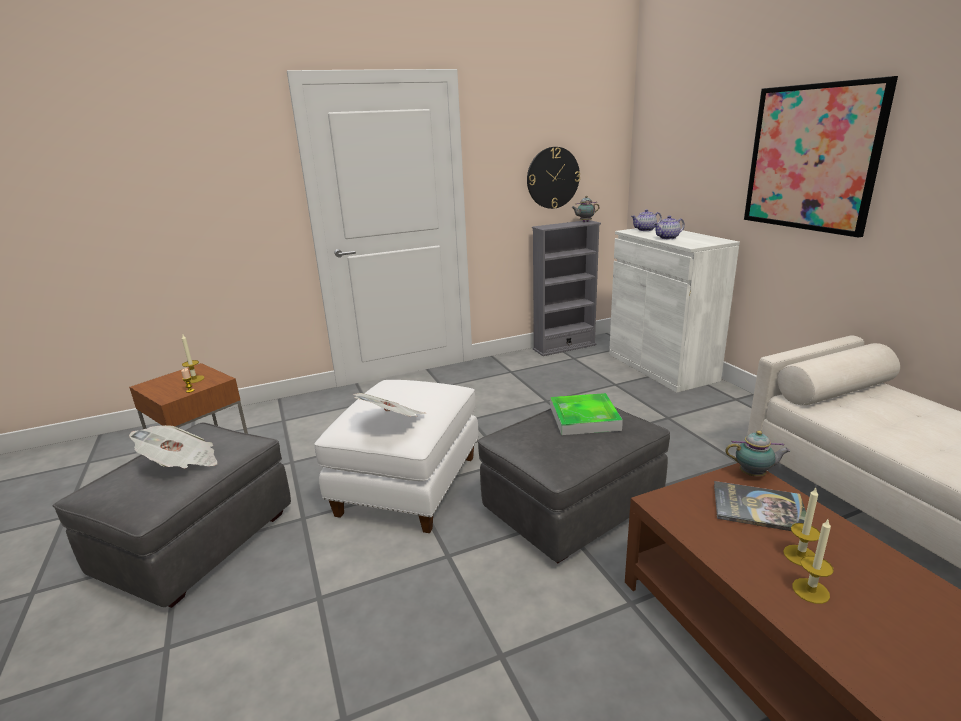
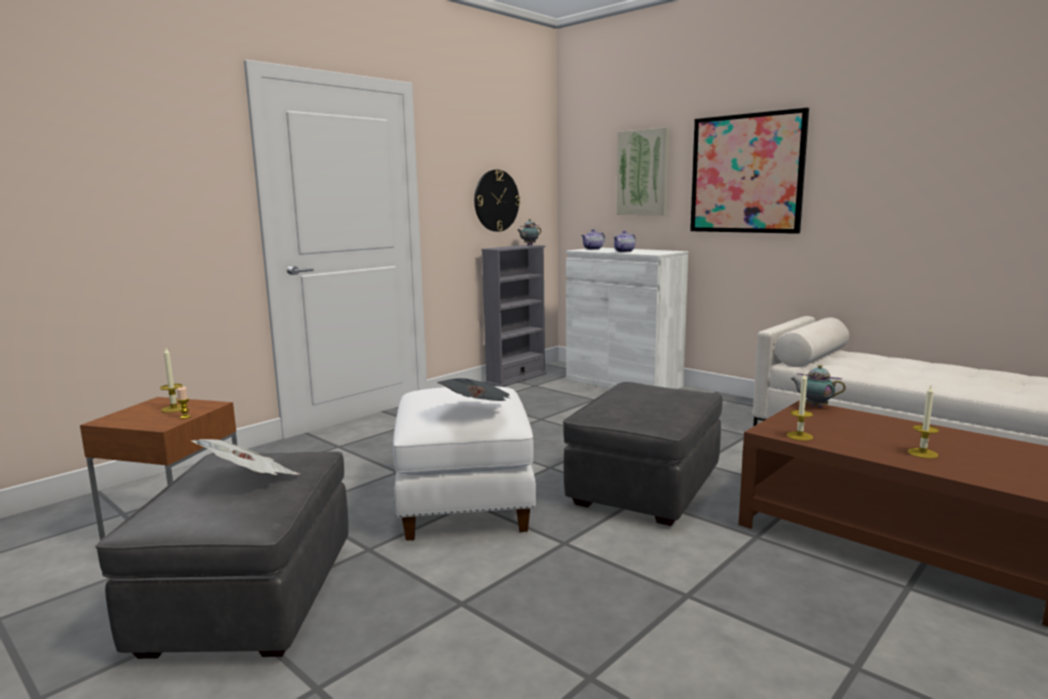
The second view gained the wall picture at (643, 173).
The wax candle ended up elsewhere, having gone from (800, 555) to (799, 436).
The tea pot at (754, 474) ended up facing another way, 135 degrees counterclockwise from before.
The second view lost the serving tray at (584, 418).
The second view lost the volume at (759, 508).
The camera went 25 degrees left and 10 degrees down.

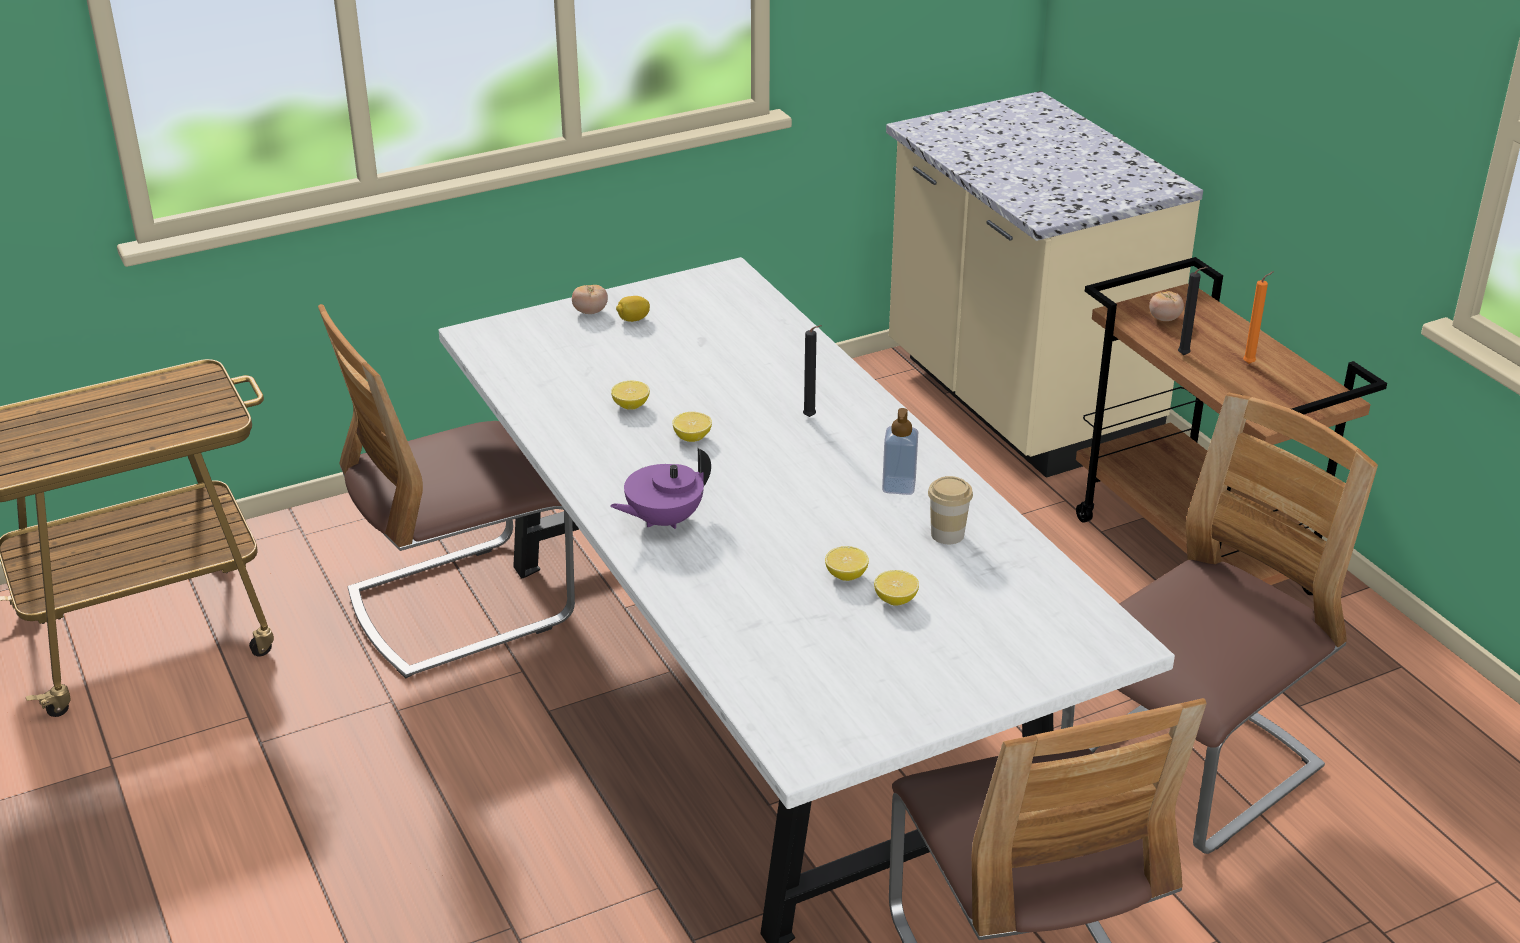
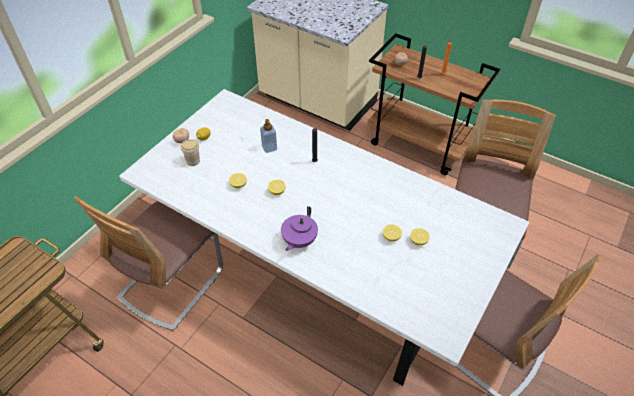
The cup ended up elsewhere, having gone from (947, 534) to (193, 161).
The soap bottle ended up elsewhere, having gone from (898, 486) to (269, 148).
The camera went 30 degrees left and 15 degrees up.

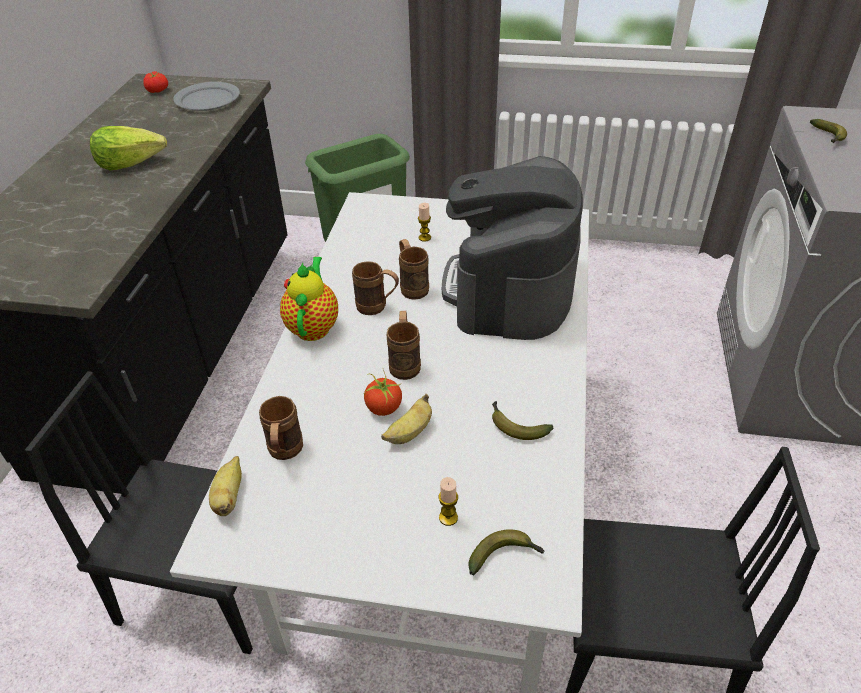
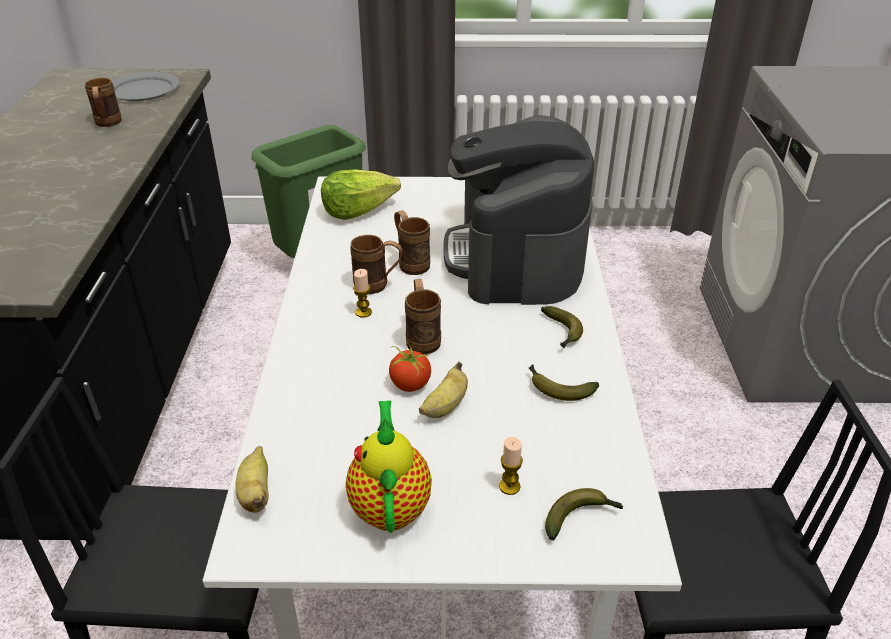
The brownish mug ended up elsewhere, having gone from (284, 454) to (107, 124).
The head of lettuce ended up elsewhere, having gone from (131, 163) to (358, 210).
The tea pot ended up elsewhere, having gone from (313, 326) to (390, 504).
The wax candle ended up elsewhere, having gone from (424, 238) to (363, 312).
The whole banana ended up elsewhere, having gone from (827, 137) to (562, 333).
The second view lost the fresh tomato at (158, 90).
The camera went 10 degrees left and 5 degrees down.

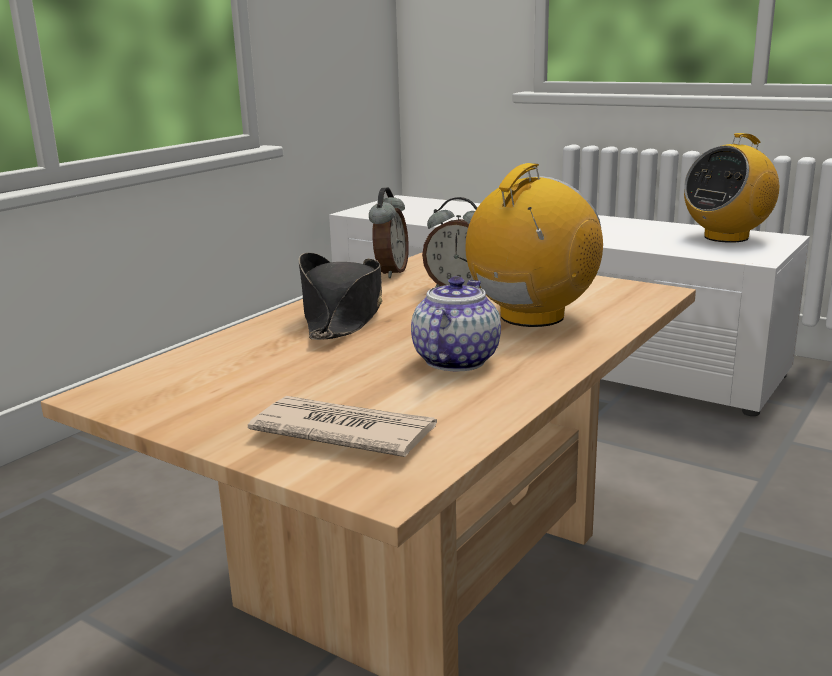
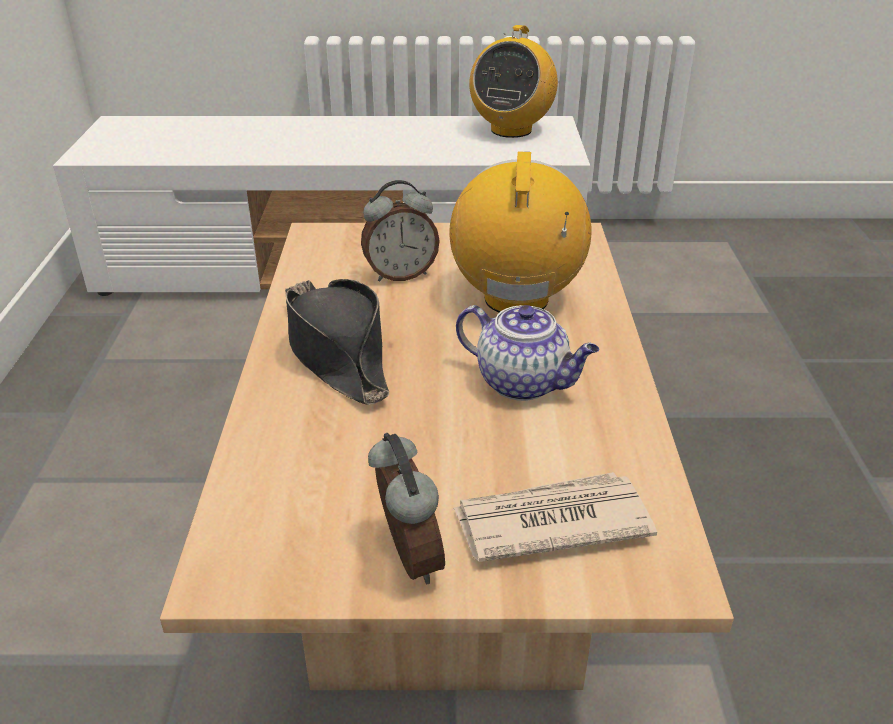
The alarm clock ended up elsewhere, having gone from (390, 272) to (406, 559).
The tea pot at (455, 360) ended up facing another way, 135 degrees clockwise from before.
The camera went 35 degrees left and 15 degrees up.

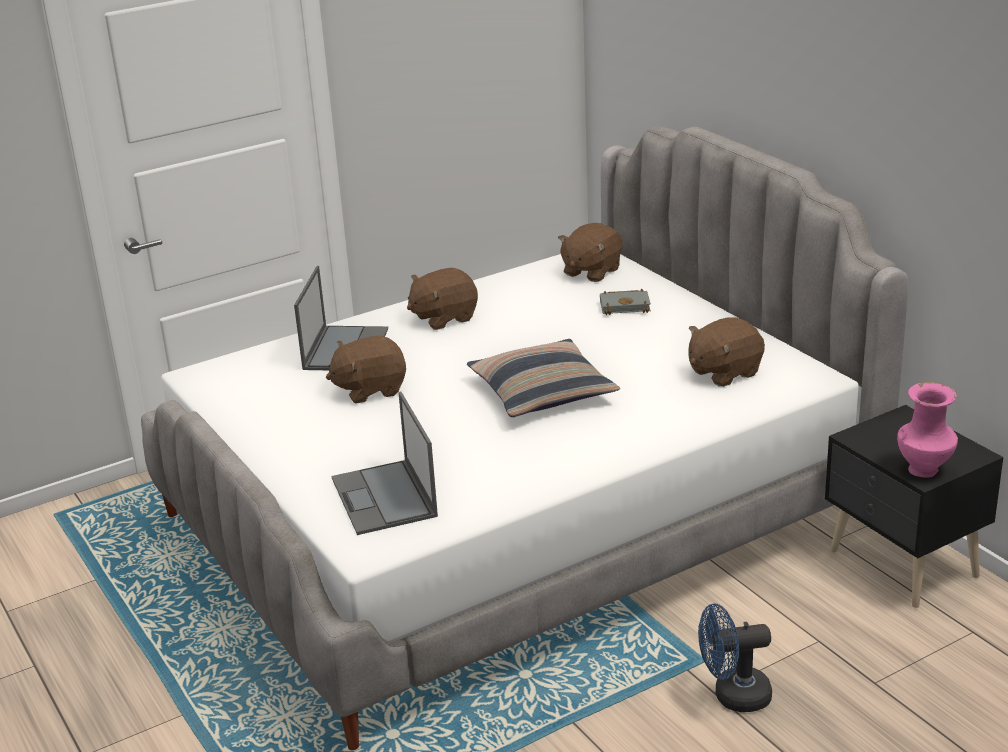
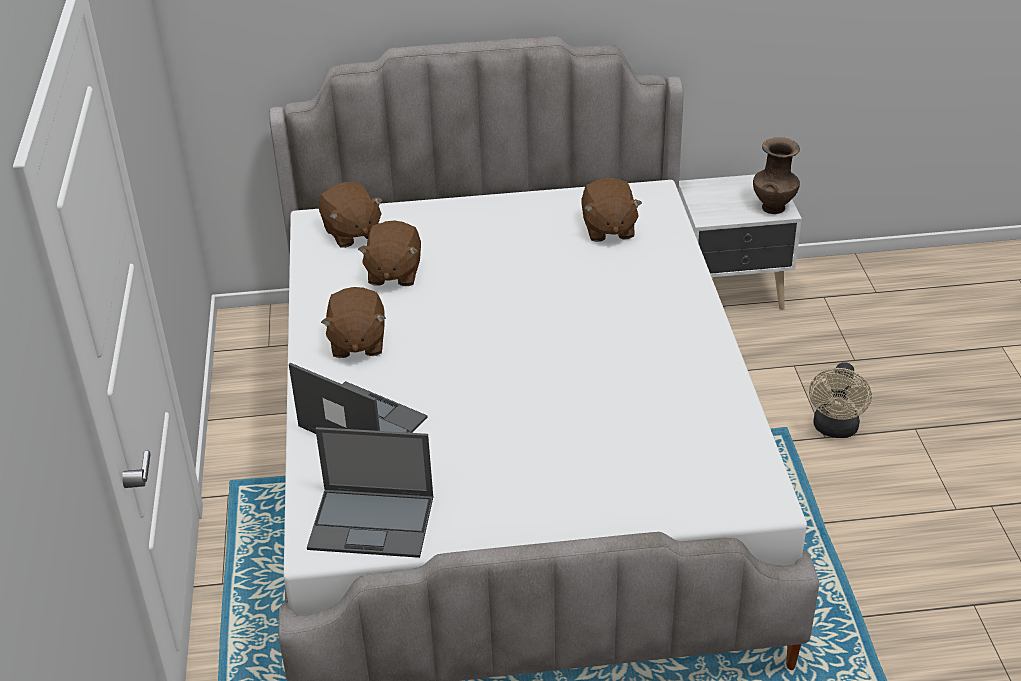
The laptop ended up elsewhere, having gone from (384, 498) to (373, 522).
The brownish plush toy ended up elsewhere, having gone from (370, 389) to (393, 273).
What was the black night table at (902, 566) turned into the white-coloured night table at (731, 294).
What was the pink-coloured decorative vase at (924, 470) turned into the brownish decorative vase at (773, 207).
What was the bluish electric fan at (733, 696) turned into the sand-coloured electric fan at (835, 429).
The second view lost the cushion at (542, 392).
The second view lost the gray volume at (626, 306).
The camera went 65 degrees left and 10 degrees up.

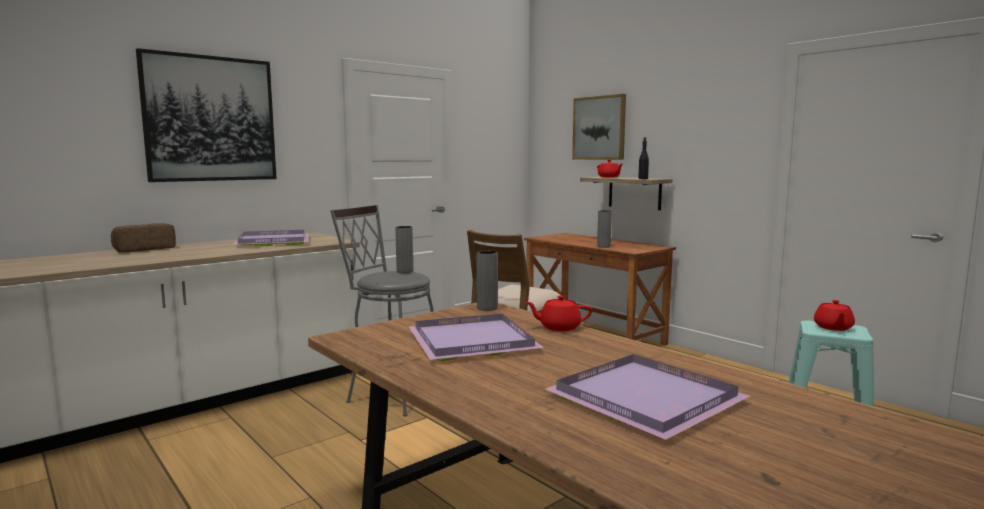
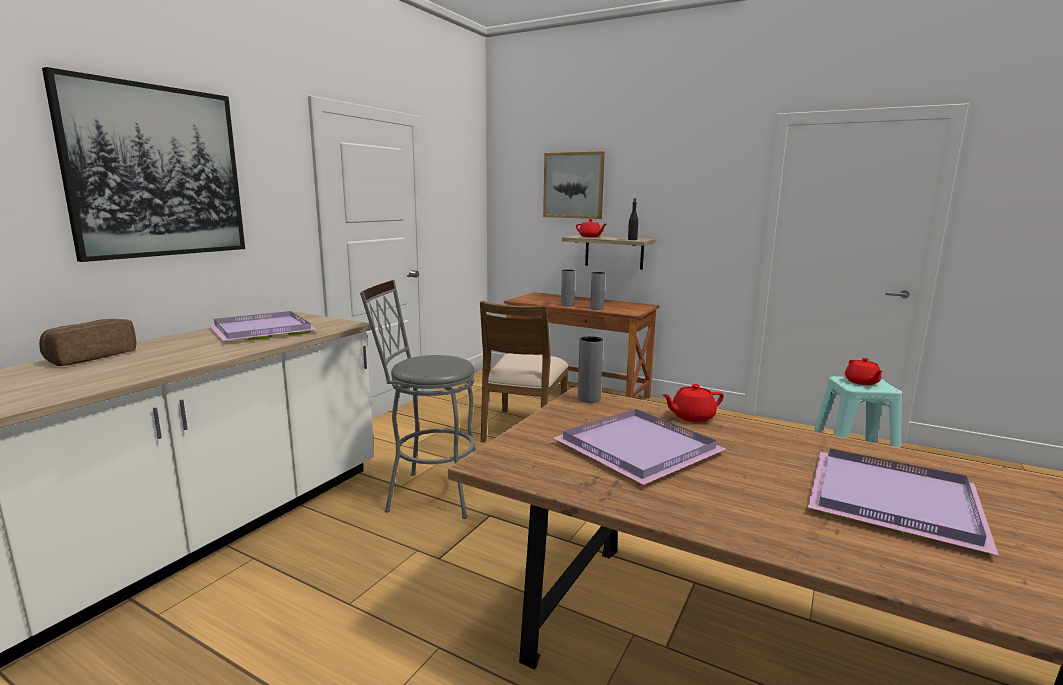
The gray decorative vase ended up elsewhere, having gone from (405, 271) to (567, 305).
The camera went 20 degrees left and 5 degrees up.

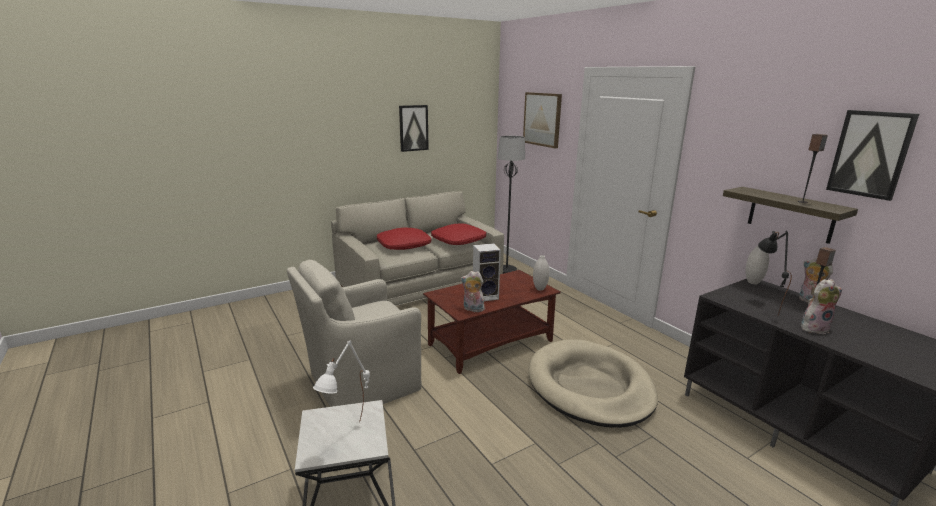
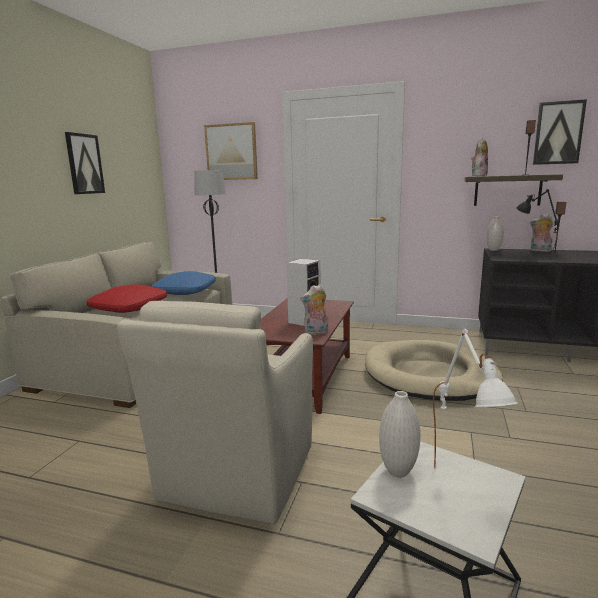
What was the red cushion at (458, 240) turned into the bluish cushion at (185, 291).
The white-coloured decorative vase ended up elsewhere, having gone from (540, 289) to (398, 471).
The plush toy ended up elsewhere, having gone from (814, 328) to (478, 176).
The camera went 40 degrees left and 5 degrees down.

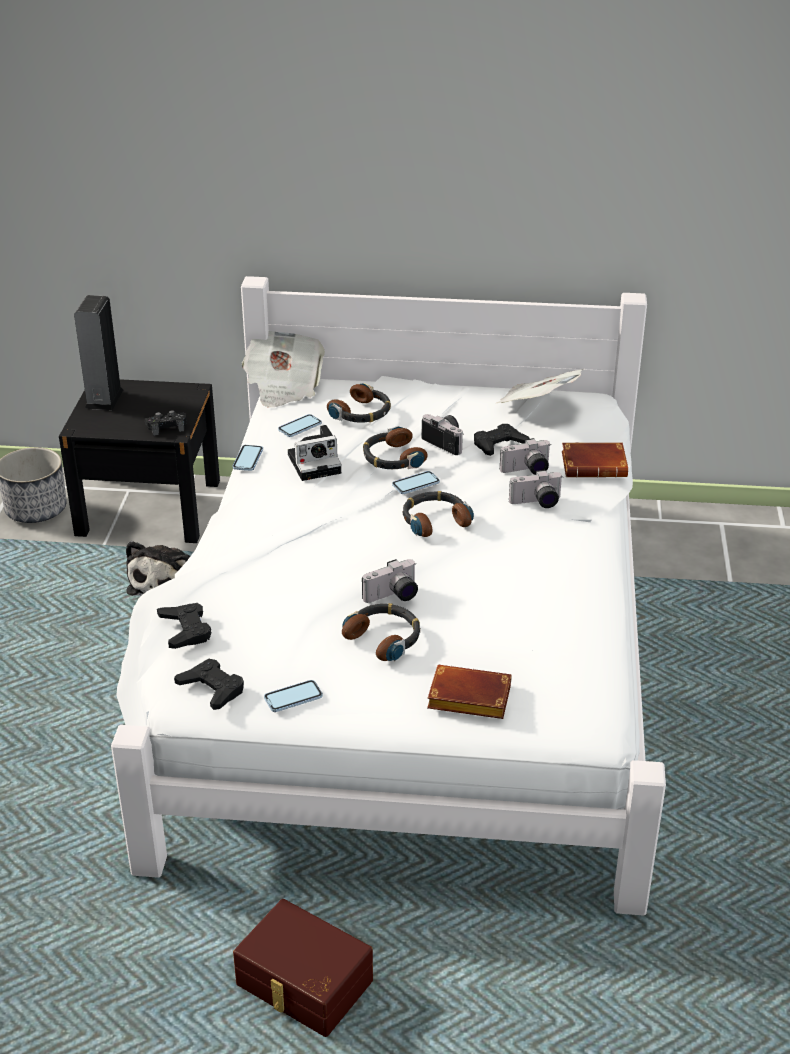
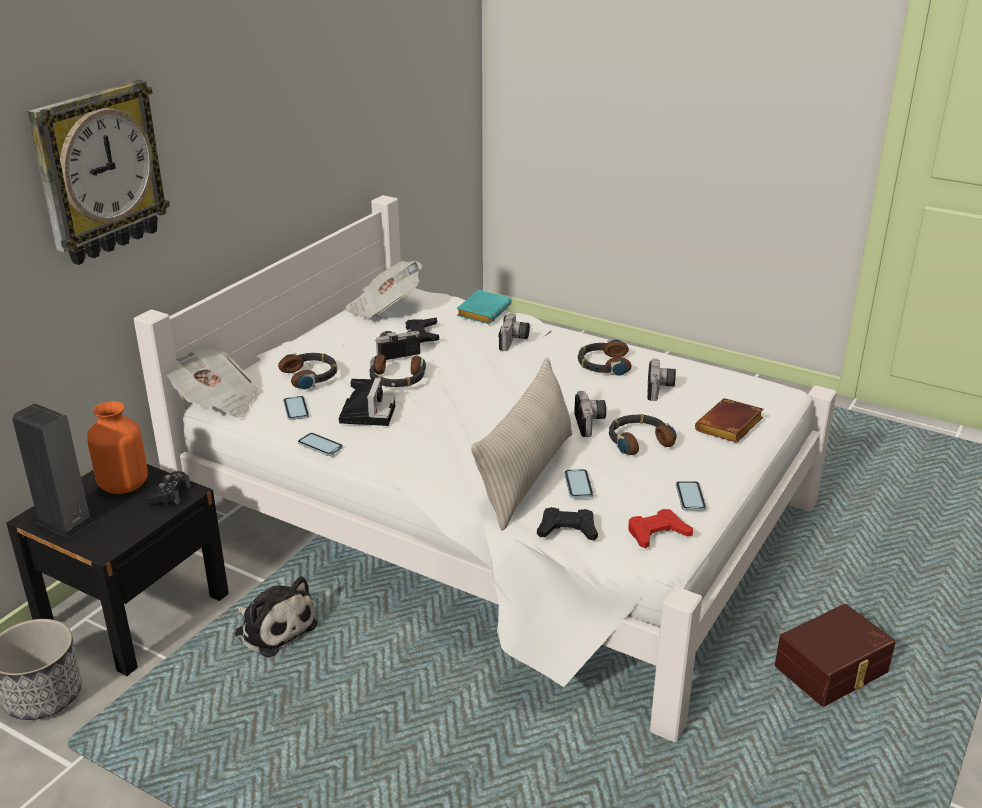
The second view gained the wall clock at (98, 172).
The second view gained the orange-coloured decorative vase at (124, 485).
What was the brownish volume at (595, 465) turned into the turquoise volume at (483, 311).
The second view gained the sand-coloured cushion at (526, 476).
The phone ended up elsewhere, having gone from (415, 484) to (578, 485).
The headphones ended up elsewhere, having gone from (435, 520) to (603, 365).
What was the black joypad at (212, 689) turned into the red joypad at (657, 533).
The photo camera ended up elsewhere, having gone from (527, 471) to (660, 389).
The camera went 65 degrees left and 5 degrees down.

